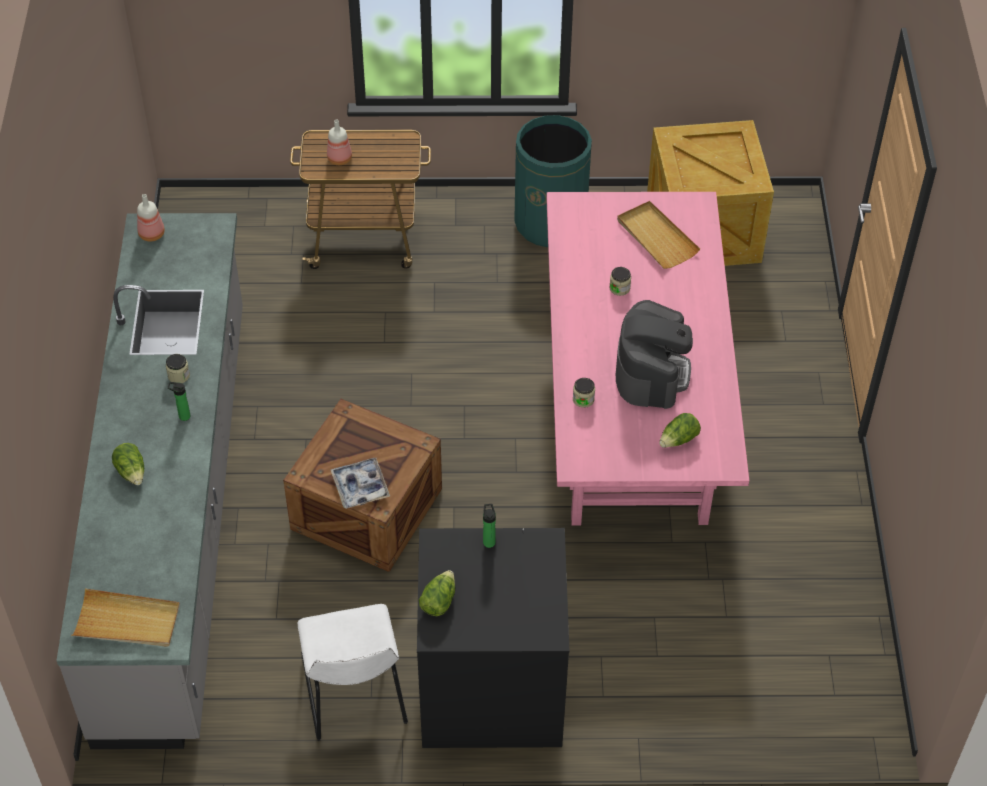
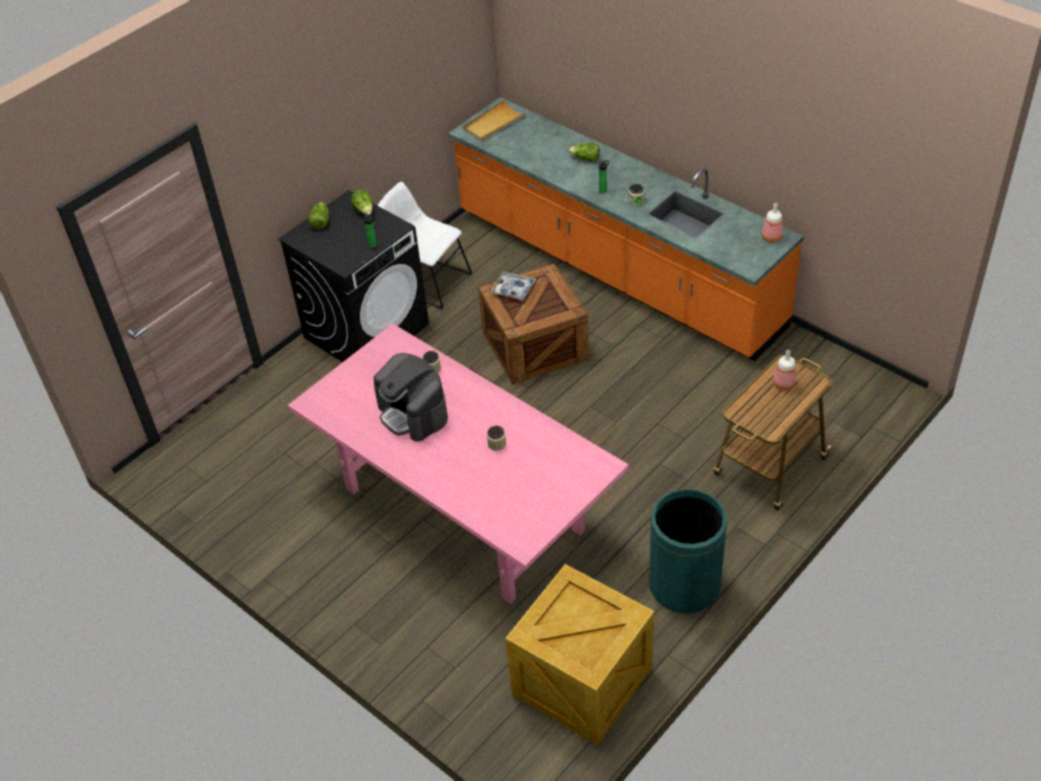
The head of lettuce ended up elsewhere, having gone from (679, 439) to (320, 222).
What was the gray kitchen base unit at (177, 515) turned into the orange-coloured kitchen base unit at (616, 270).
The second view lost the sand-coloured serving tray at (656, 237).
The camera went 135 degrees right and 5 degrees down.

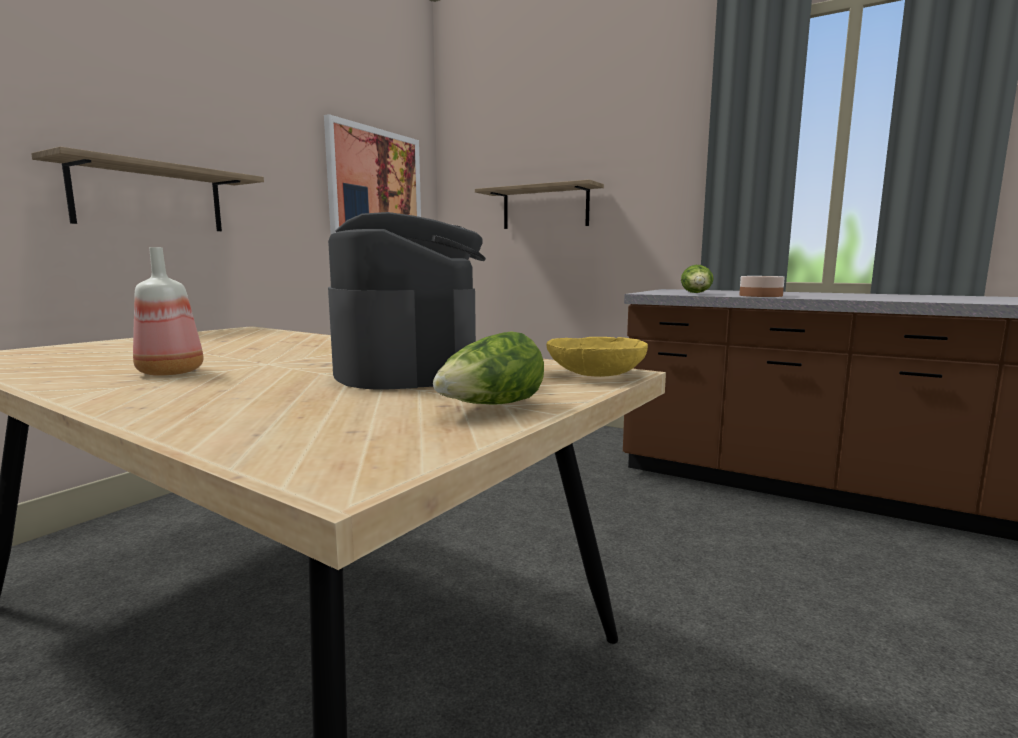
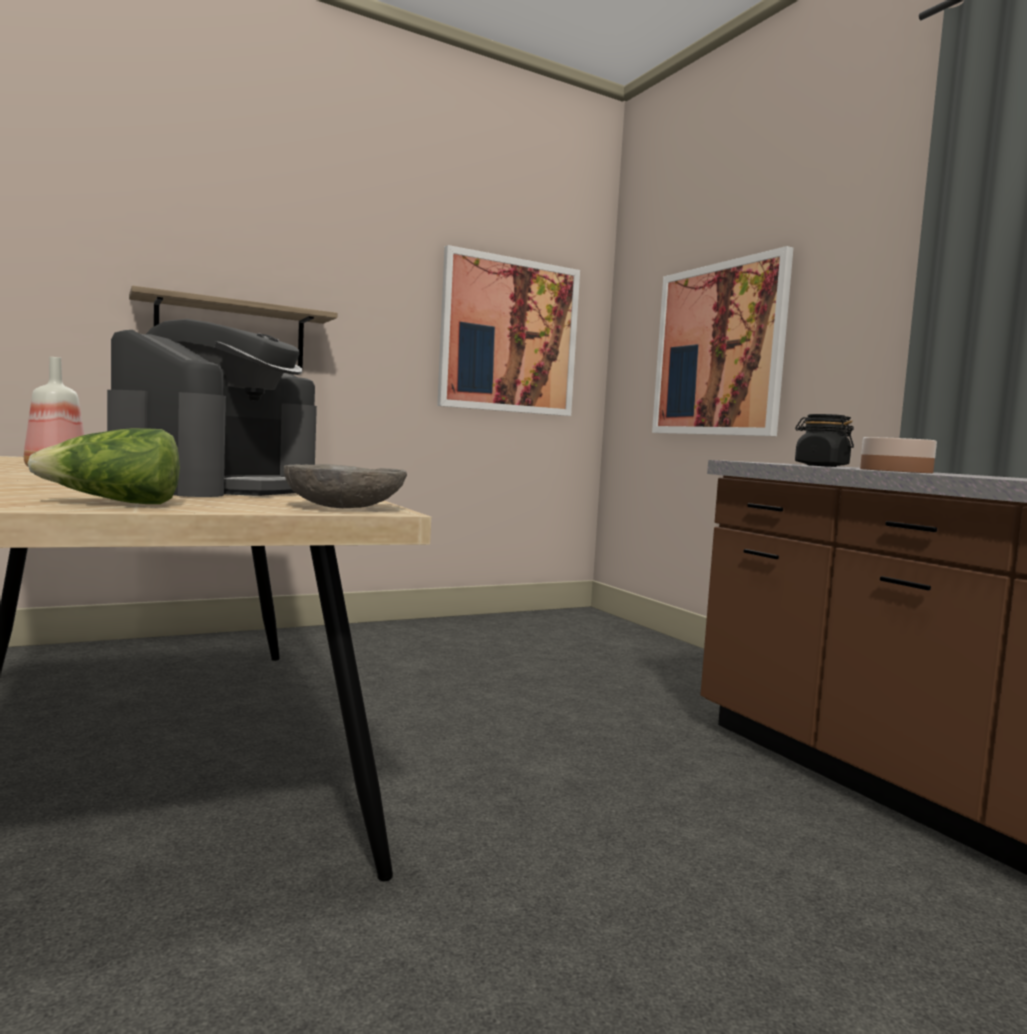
What was the yellowish bowl at (596, 374) turned into the gray bowl at (344, 507).
Where the shelf hung at (545, 208), the wall picture came to hang at (718, 350).
Where the head of lettuce stood at (697, 293), the black jar came to stand at (821, 466).
The camera went 30 degrees right and 5 degrees down.

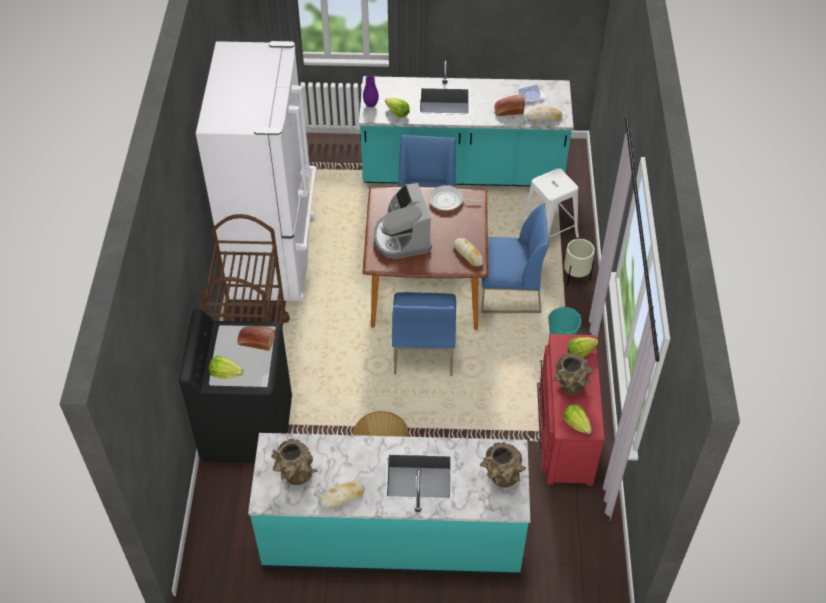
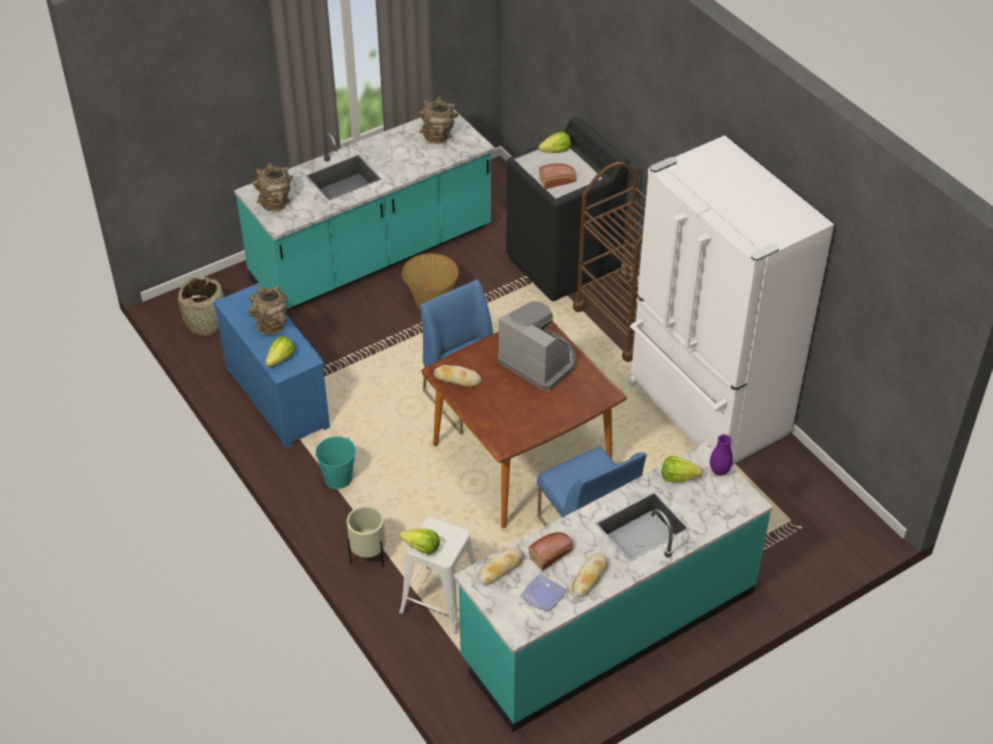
The second view gained the basket at (206, 322).
What was the red drawer chest at (563, 433) turned into the bluish drawer chest at (280, 396).
The head of lettuce ended up elsewhere, having gone from (576, 424) to (421, 548).
The bakery bread ended up elsewhere, having gone from (342, 497) to (589, 577).
The second view lost the pan at (448, 201).
The second view lost the bluish upright chair at (508, 292).
The camera went 145 degrees right and 5 degrees down.

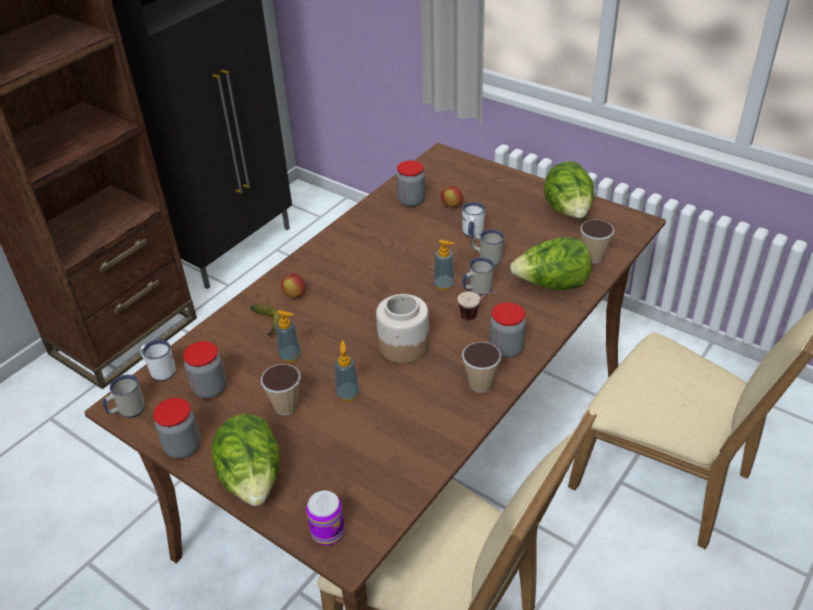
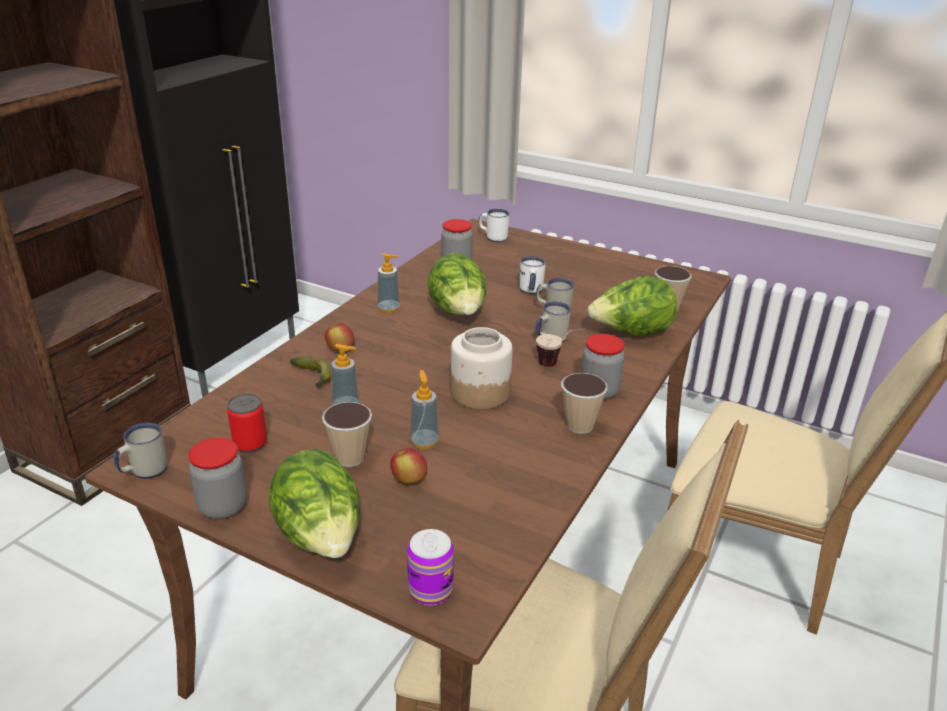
Where the jar stood at (210, 388), the sealed can came to stand at (250, 444).
The soap bottle ended up elsewhere, having gone from (444, 285) to (389, 308).
The whole apple ended up elsewhere, having gone from (451, 206) to (409, 480).
The head of lettuce ended up elsewhere, having gone from (568, 212) to (458, 313).
The white-coloured mug ended up elsewhere, having gone from (160, 370) to (493, 237).
The camera went 10 degrees left and 10 degrees down.

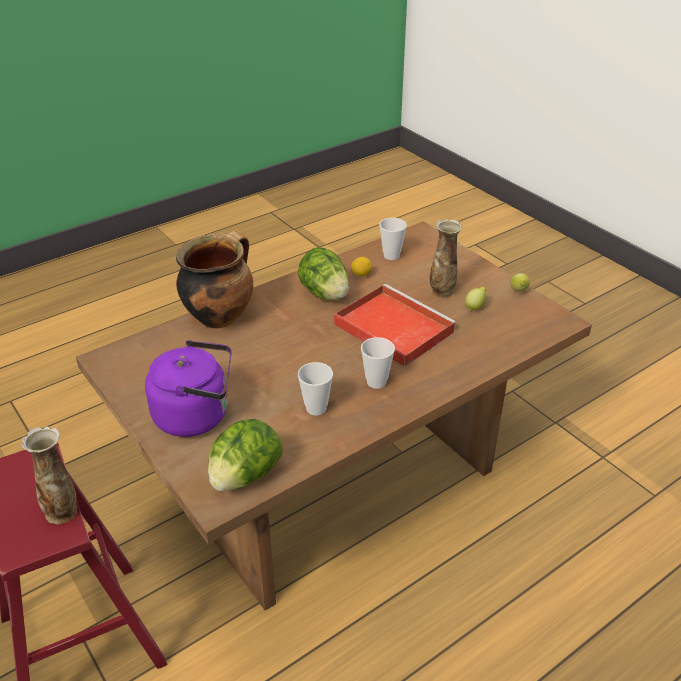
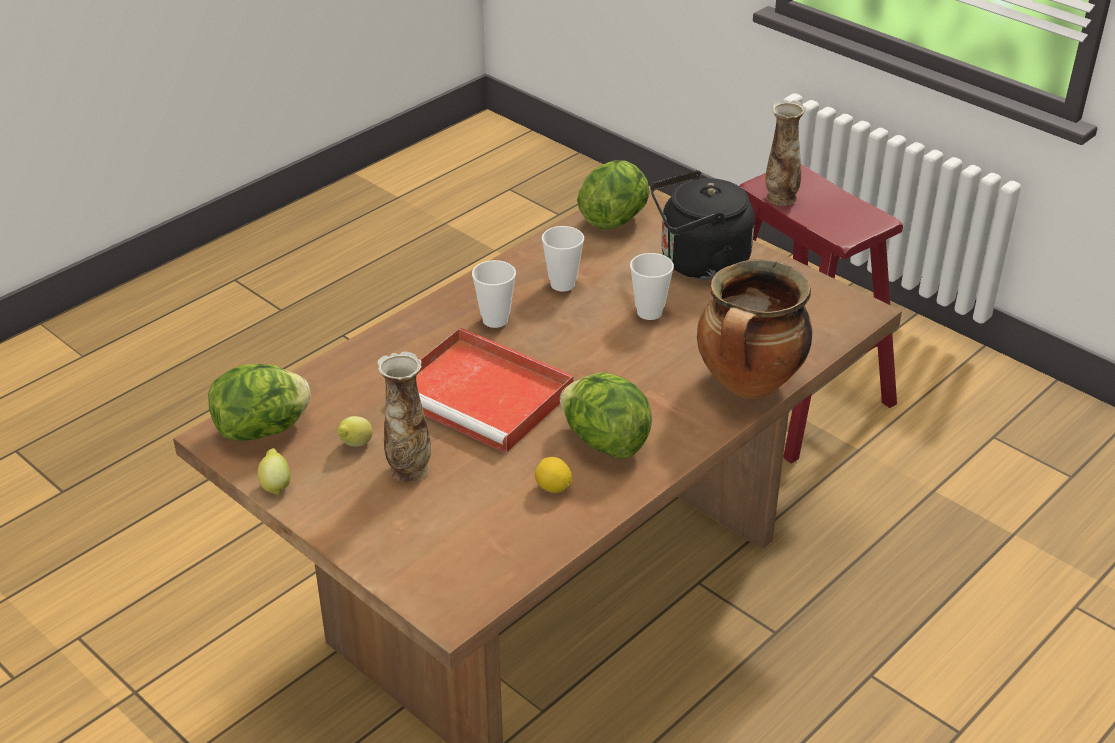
The second view gained the head of lettuce at (263, 430).
The cup ended up elsewhere, having gone from (391, 255) to (649, 312).
What was the purple-coloured kettle at (197, 415) turned into the black kettle at (698, 263).
The camera went 170 degrees right and 0 degrees up.

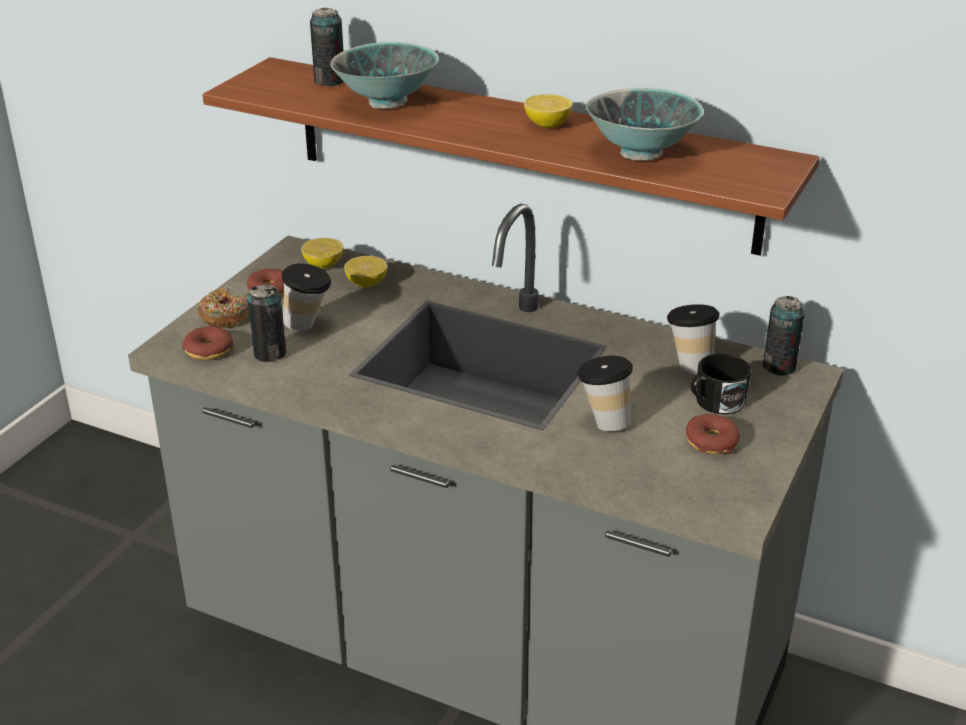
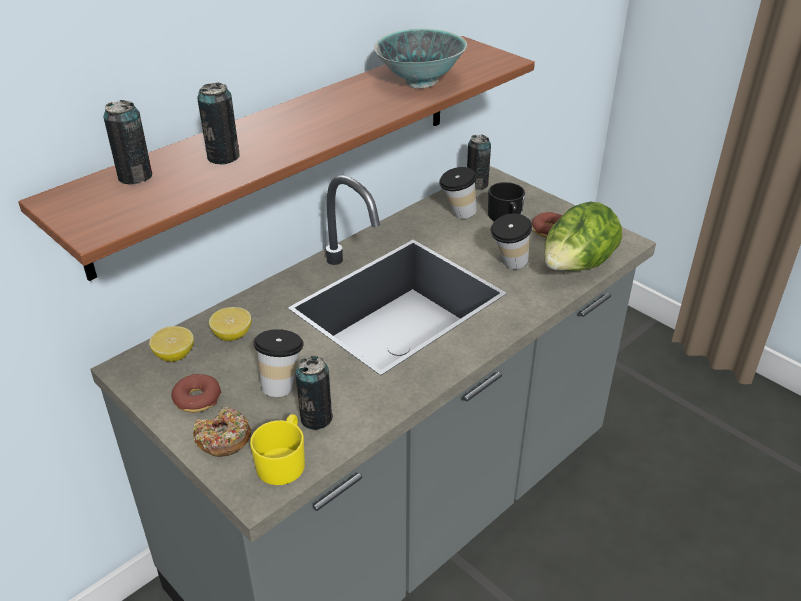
Where the bowl stood at (387, 102), the sealed can came to stand at (223, 157).
Where the doughnut stood at (209, 351), the yellowish mug came to stand at (283, 461).
The second view gained the head of lettuce at (576, 267).
The second view lost the lemon at (547, 124).
The camera went 70 degrees left and 5 degrees up.

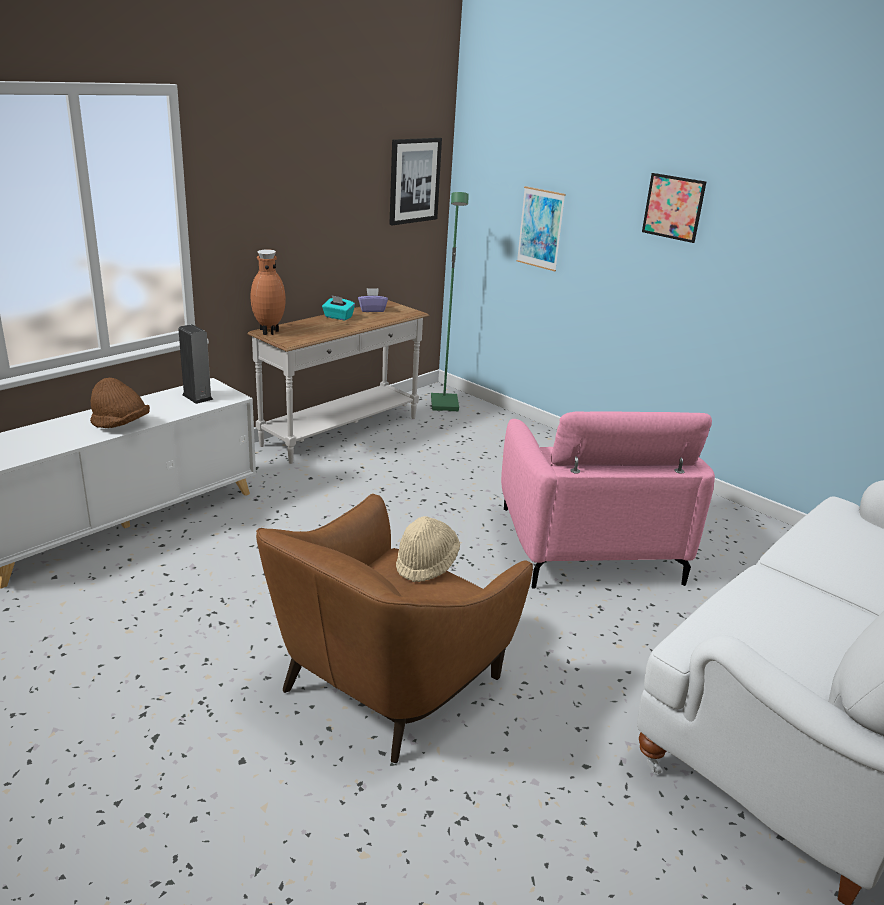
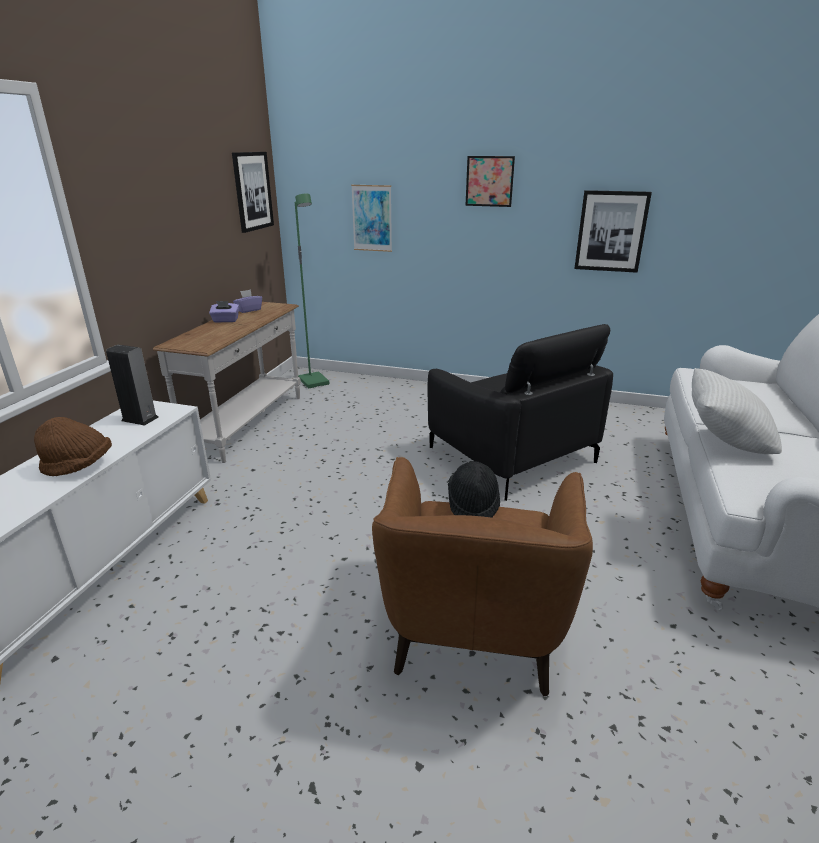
What was the turquoise tissue box at (338, 317) turned into the purple-coloured tissue box at (225, 320).
What was the pink-coloured easy chair at (588, 544) turned into the black easy chair at (510, 454).
What was the sand-coloured hat at (426, 564) turned into the black hat at (473, 505).
The second view gained the wall picture at (611, 231).
The second view gained the white-coloured cushion at (724, 440).
The second view lost the brownish decorative vase at (268, 332).
The camera went 25 degrees left and 0 degrees up.

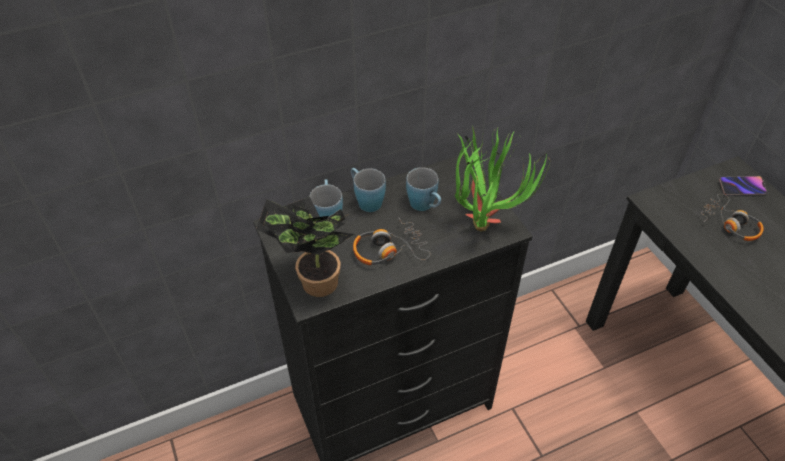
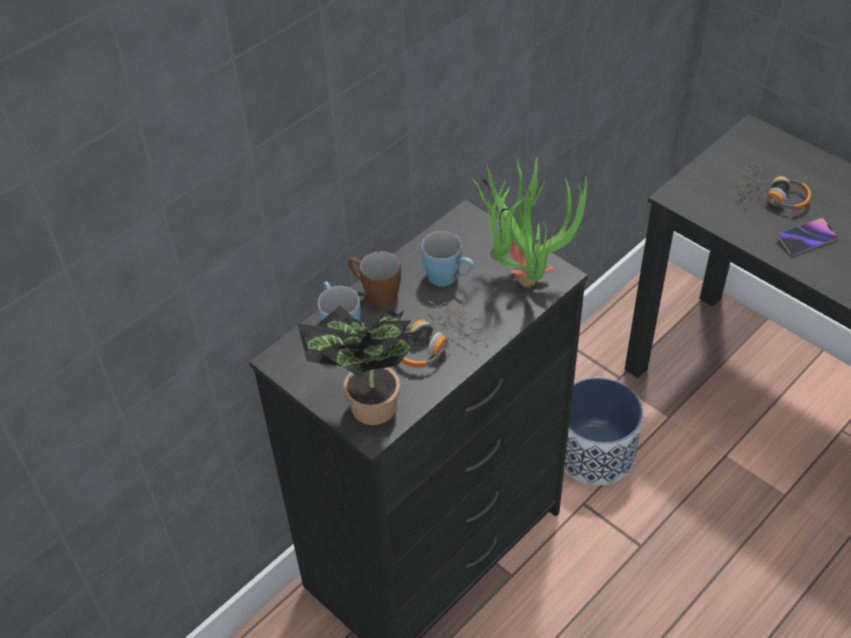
What was the bluish mug at (366, 200) turned into the brownish mug at (375, 293).
The second view gained the flower pot at (595, 452).
The phone ended up elsewhere, having gone from (741, 187) to (806, 239).
The camera went 20 degrees left and 0 degrees up.

